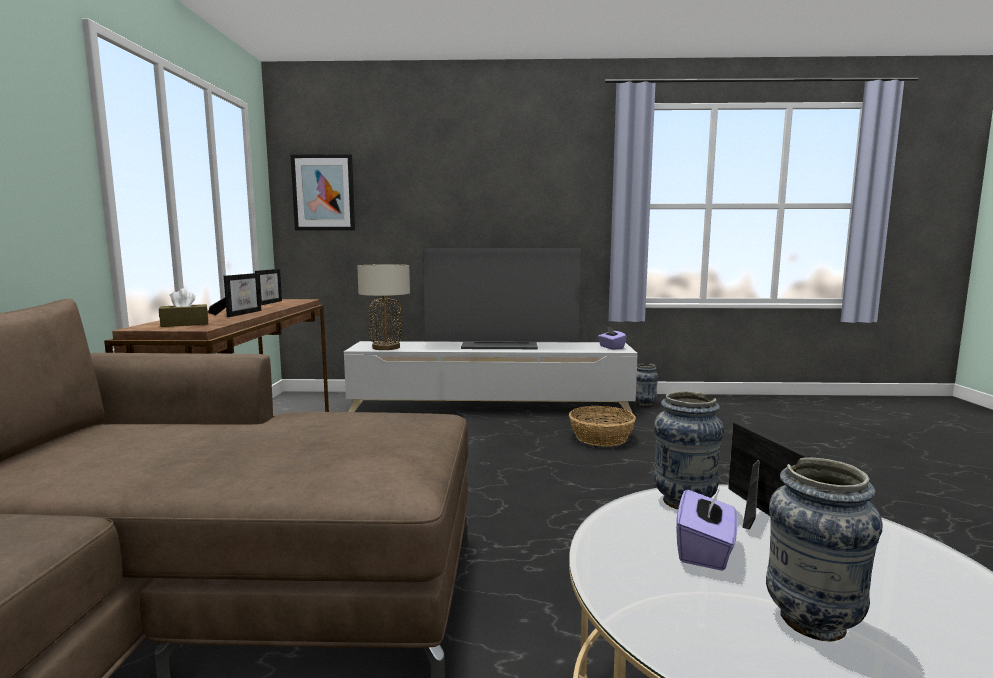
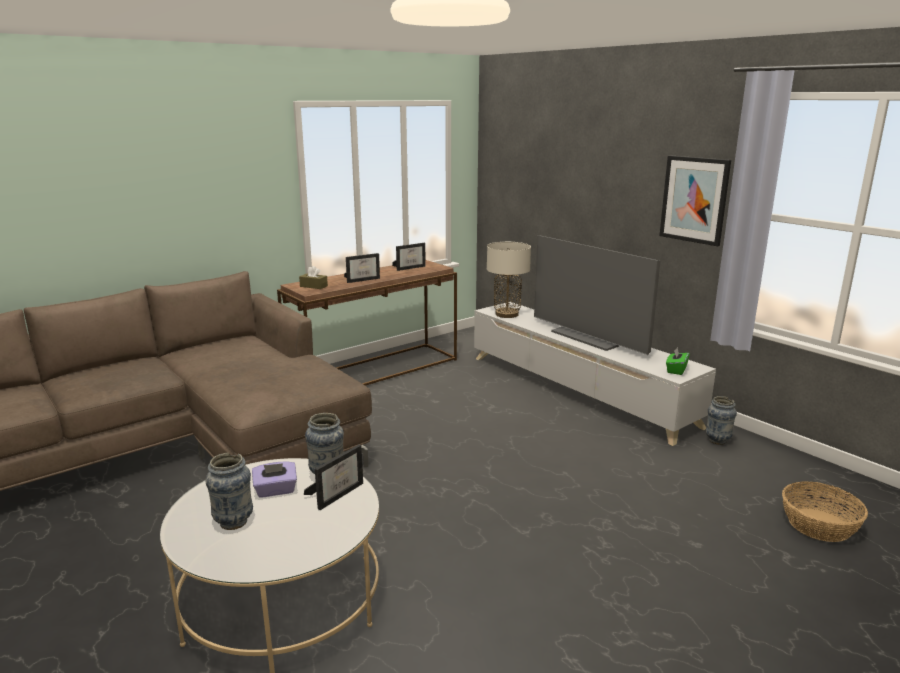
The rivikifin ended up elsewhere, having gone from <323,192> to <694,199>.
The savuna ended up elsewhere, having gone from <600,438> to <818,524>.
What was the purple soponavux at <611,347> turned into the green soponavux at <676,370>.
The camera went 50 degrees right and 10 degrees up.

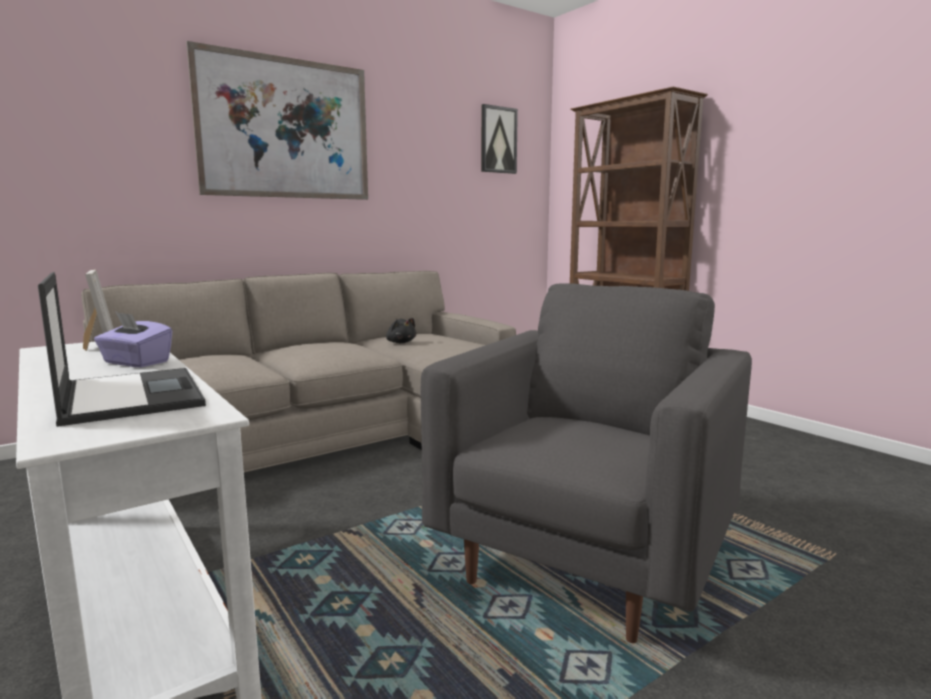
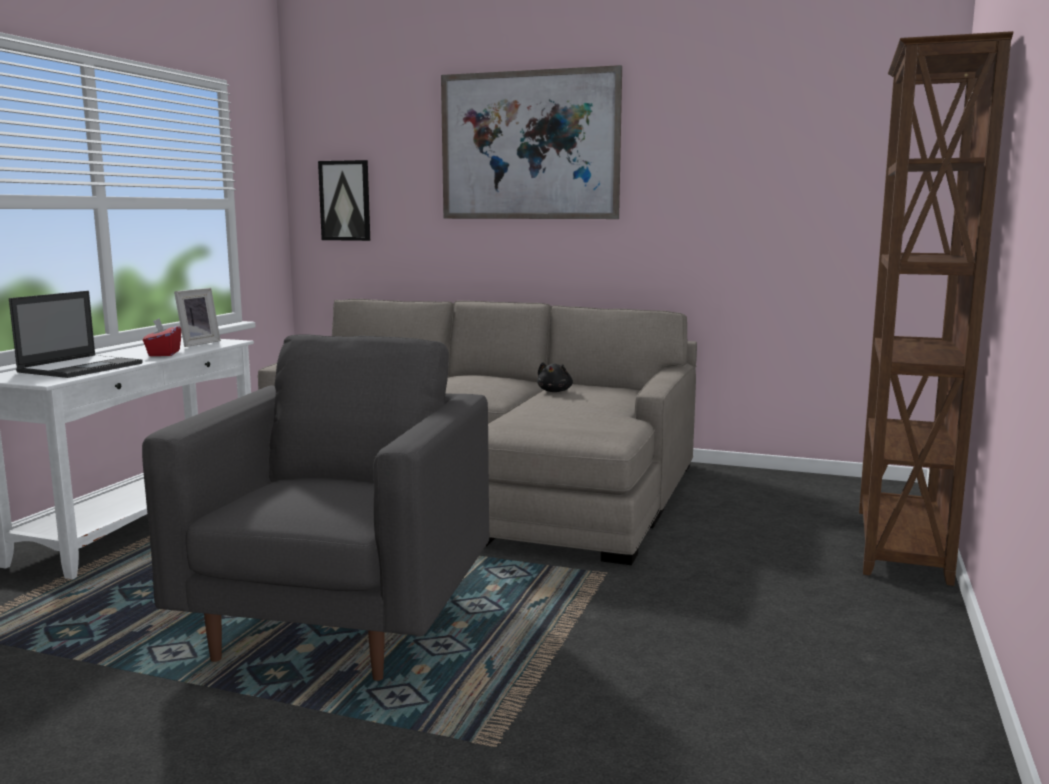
The rivikifin ended up elsewhere, having gone from <498,140> to <345,200>.
What was the purple soponavux at <136,363> turned into the red soponavux at <163,353>.
The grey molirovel at <585,560> ended up facing another way, 75 degrees counterclockwise from before.
The camera went 55 degrees right and 0 degrees up.

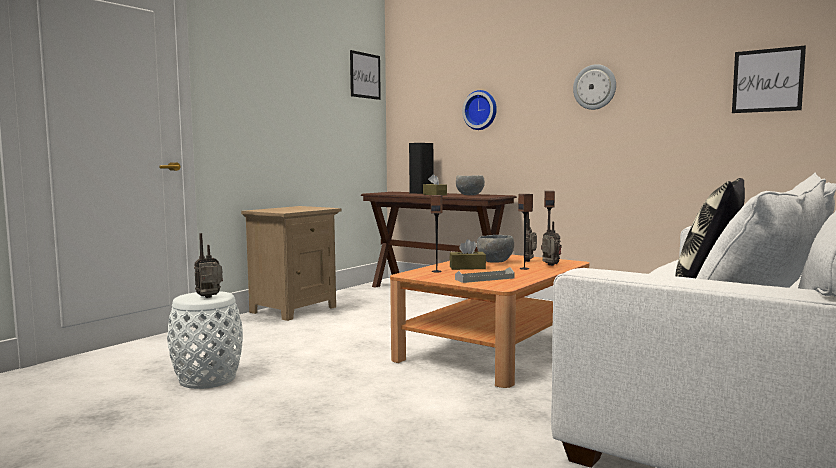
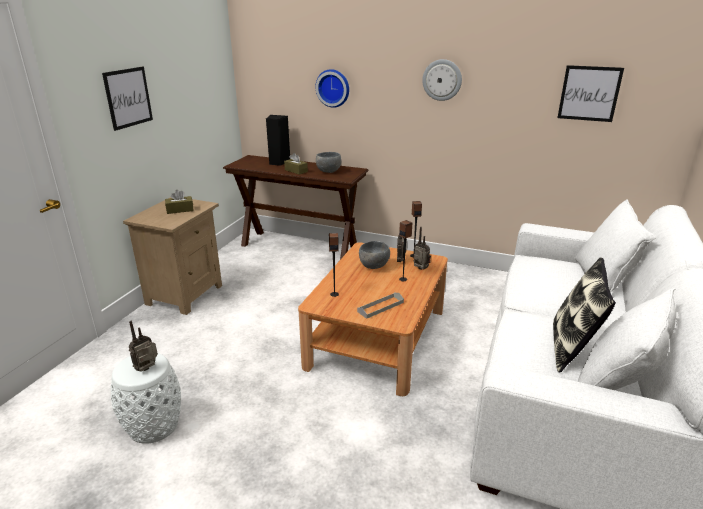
The rivikifin ended up elsewhere, having gone from <365,75> to <128,97>.
The brown soponavux ended up elsewhere, having gone from <467,267> to <180,210>.
The camera went 15 degrees left and 20 degrees up.

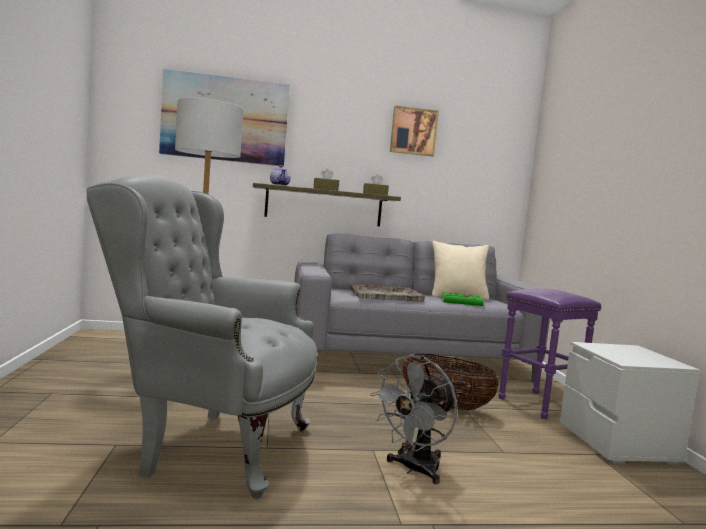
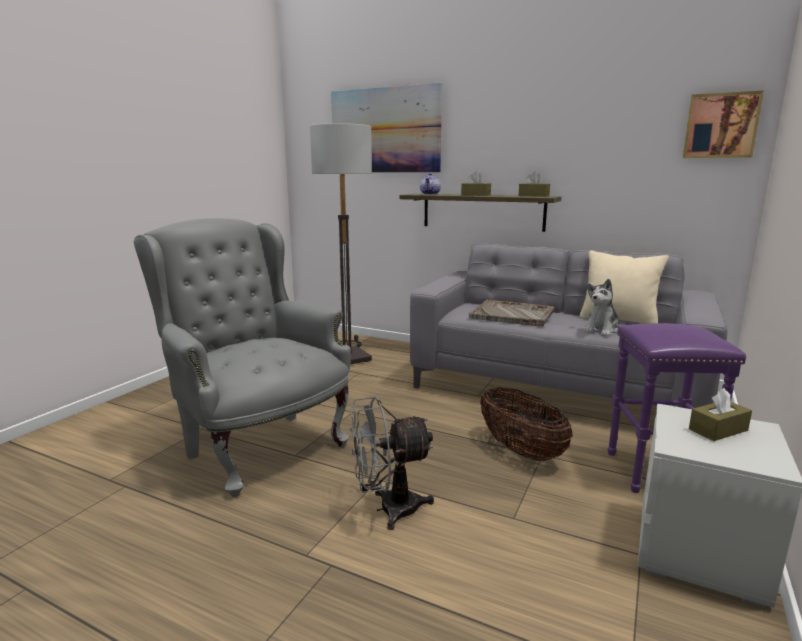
The second view gained the brown soponavux at <718,430>.
The rivikifin ended up elsewhere, having gone from <413,131> to <721,126>.
Where the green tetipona stood at <462,302>, the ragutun came to stand at <601,330>.
The camera went 35 degrees right and 10 degrees up.

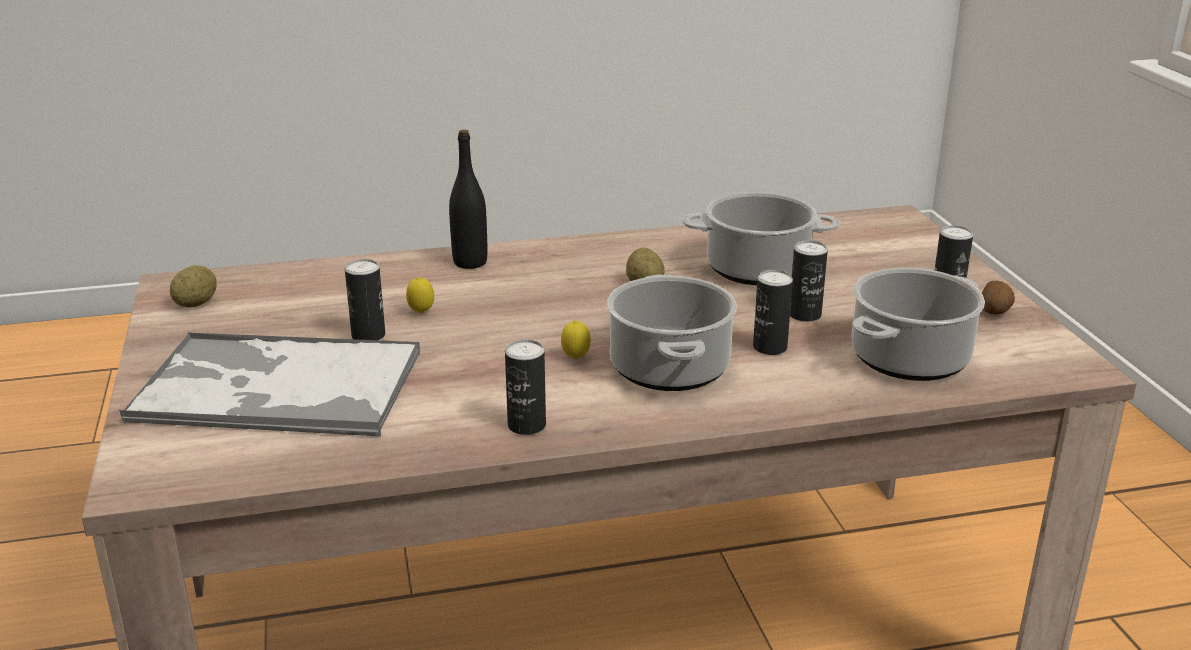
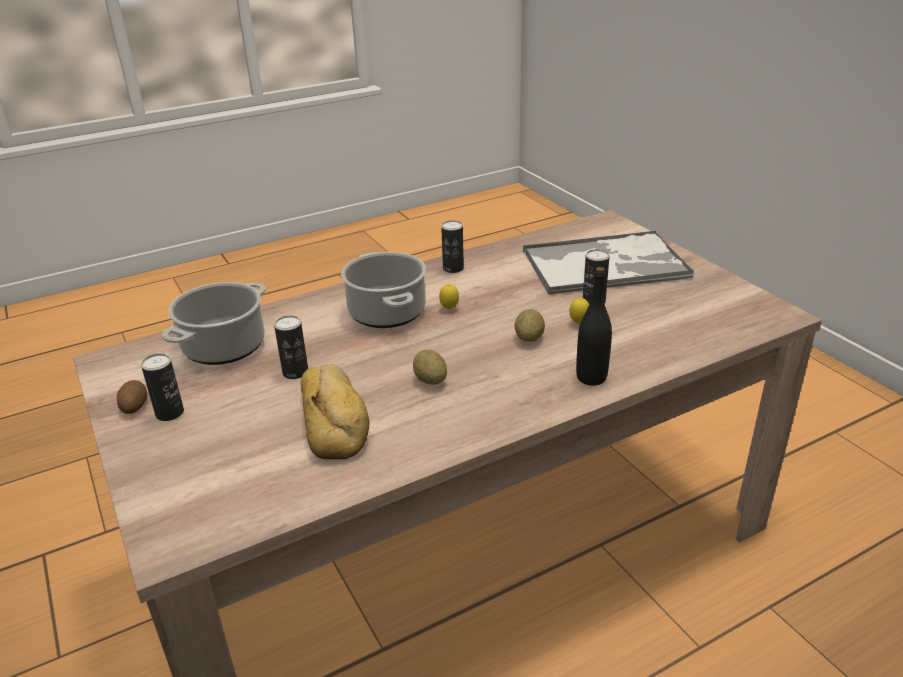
The second view lost the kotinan at <770,347>.
The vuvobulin ended up elsewhere, having gone from <196,303> to <529,338>.
Where the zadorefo stood at <758,269>, the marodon came to stand at <335,418>.
The camera went 165 degrees right and 5 degrees up.

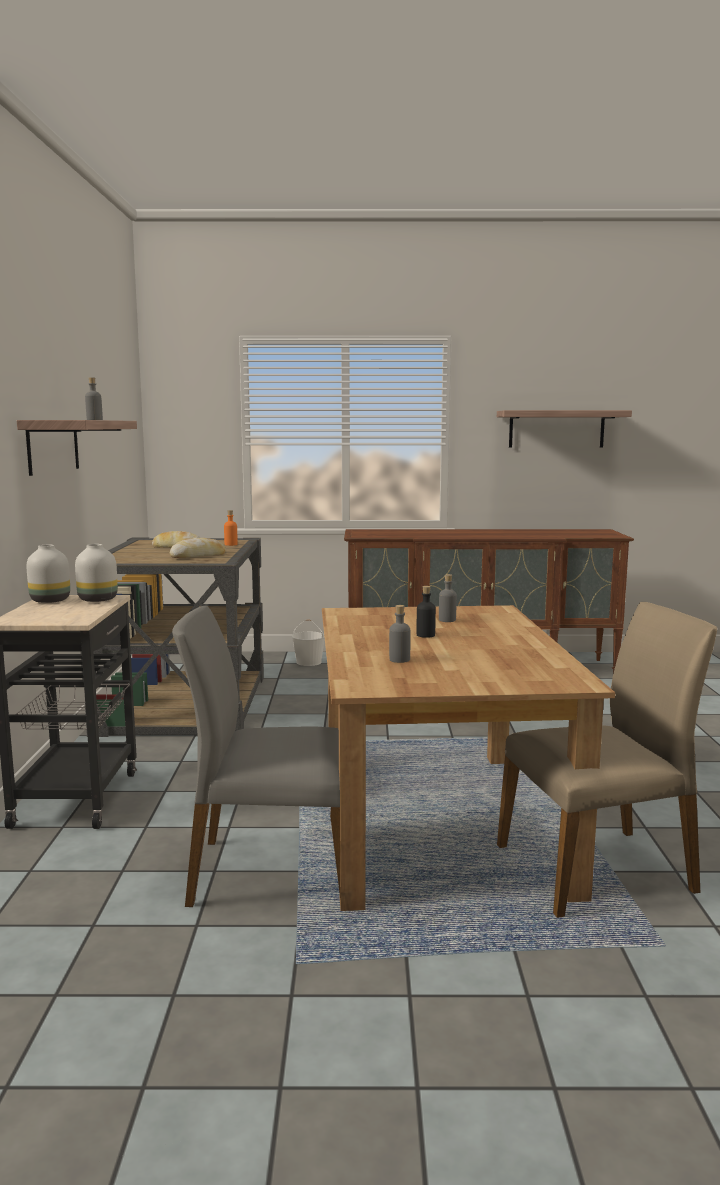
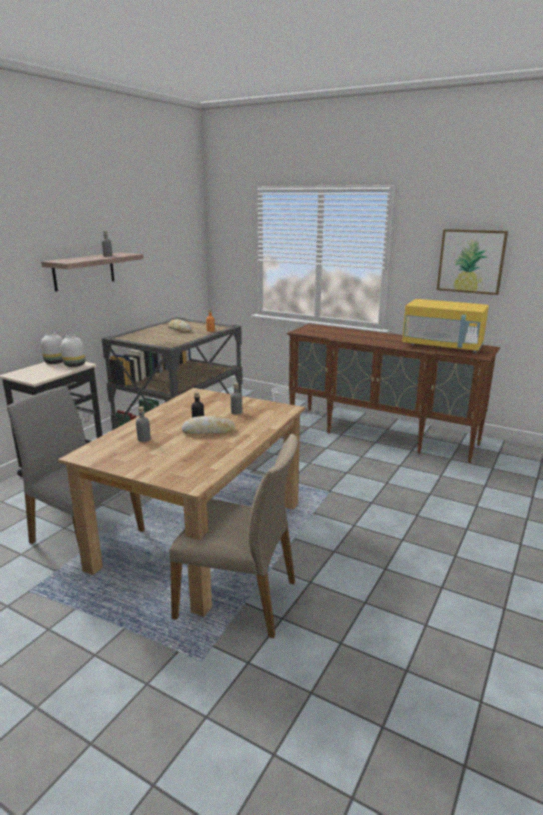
The second view gained the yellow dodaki at <442,346>.
The marodon ended up elsewhere, having gone from <198,556> to <208,431>.
Where the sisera hung at <556,429>, the rivikifin came to hang at <471,261>.
The camera went 30 degrees right and 10 degrees up.

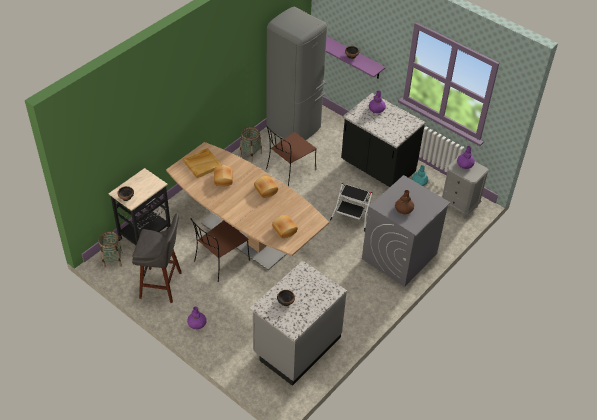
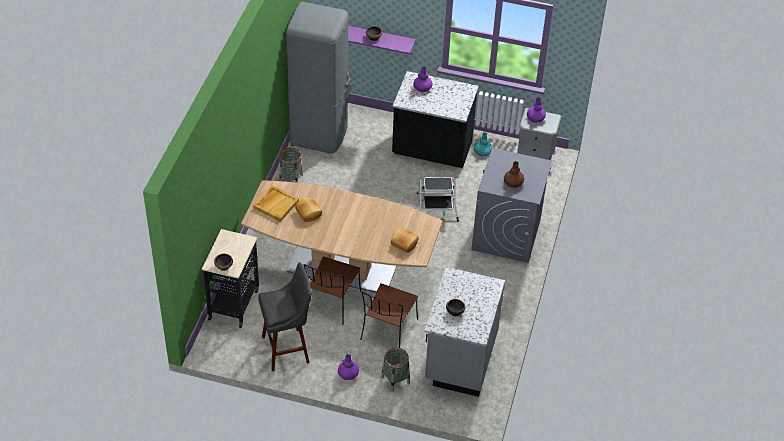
The second view lost the marodon at <265,190>.
The savuna ended up elsewhere, having gone from <112,260> to <395,380>.
The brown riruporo ended up elsewhere, having gone from <290,170> to <388,331>.
The camera went 25 degrees left and 0 degrees up.

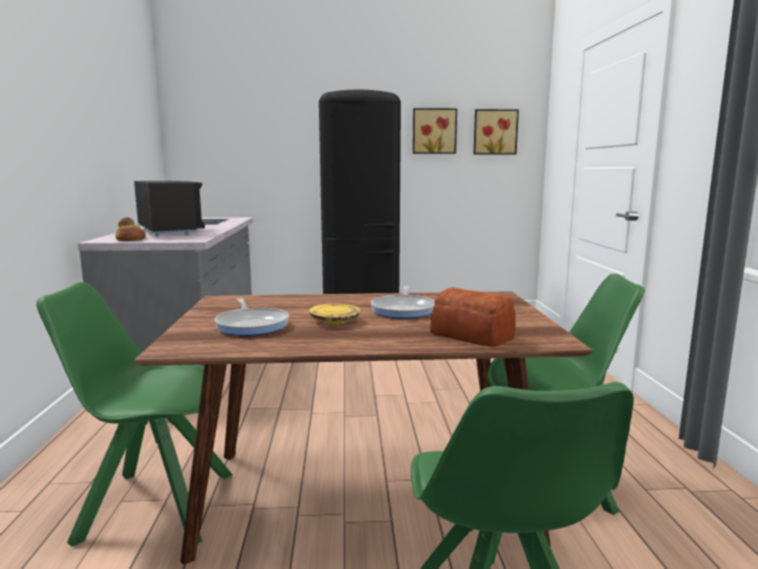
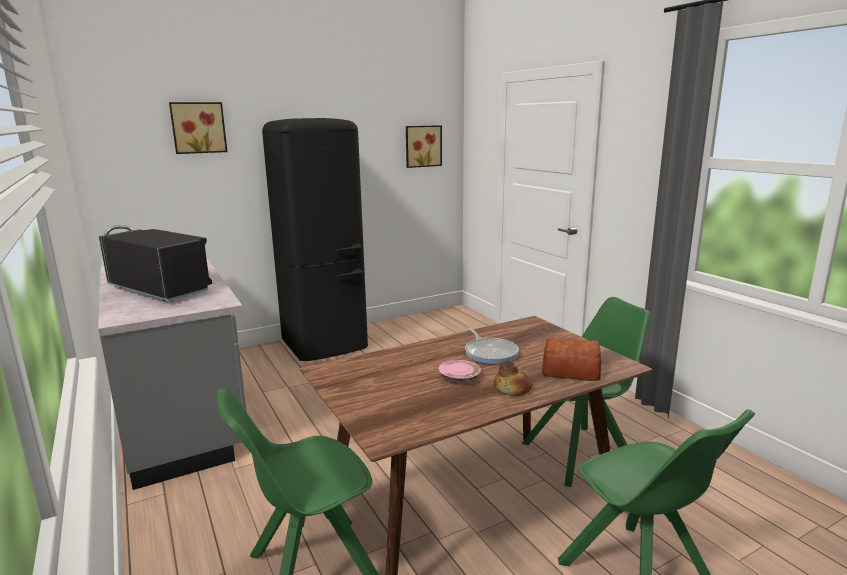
The second view lost the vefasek at <252,325>.
The marodon ended up elsewhere, having gone from <131,240> to <512,388>.
The rivikifin ended up elsewhere, having gone from <434,131> to <198,127>.
What was the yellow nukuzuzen at <335,321> turned into the pink nukuzuzen at <459,377>.
The camera went 25 degrees left and 5 degrees up.

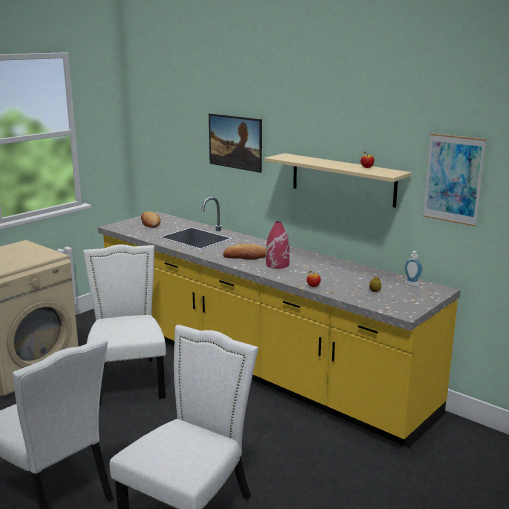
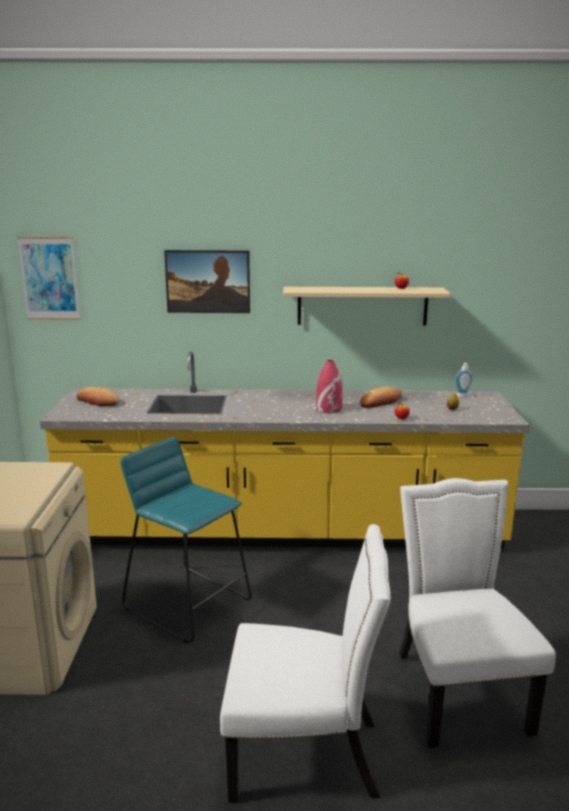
The marodon ended up elsewhere, having gone from <245,256> to <380,402>.
The rivikifin ended up elsewhere, having gone from <453,179> to <49,278>.
Where the white riruporo stood at <128,382>, the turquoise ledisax came to stand at <188,603>.
The camera went 40 degrees left and 0 degrees up.

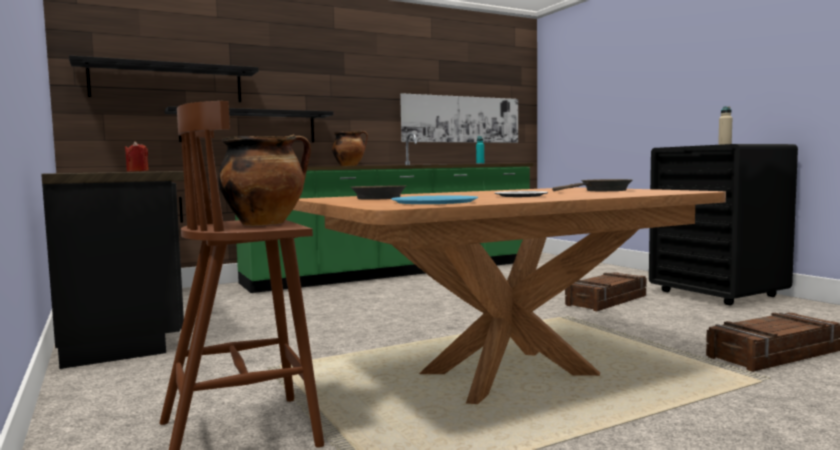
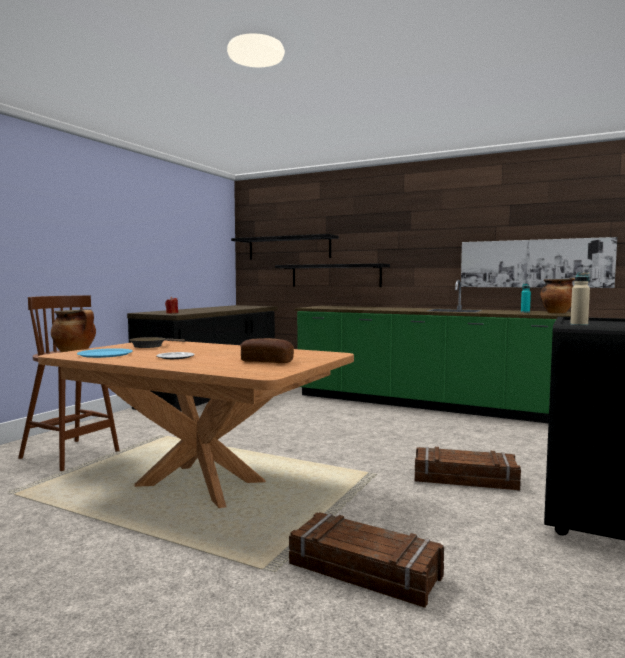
The zadorefo ended up elsewhere, having gone from <349,166> to <558,313>.
Where the brown vefasek stood at <602,190>, the marodon came to stand at <267,361>.
The camera went 55 degrees right and 0 degrees up.

